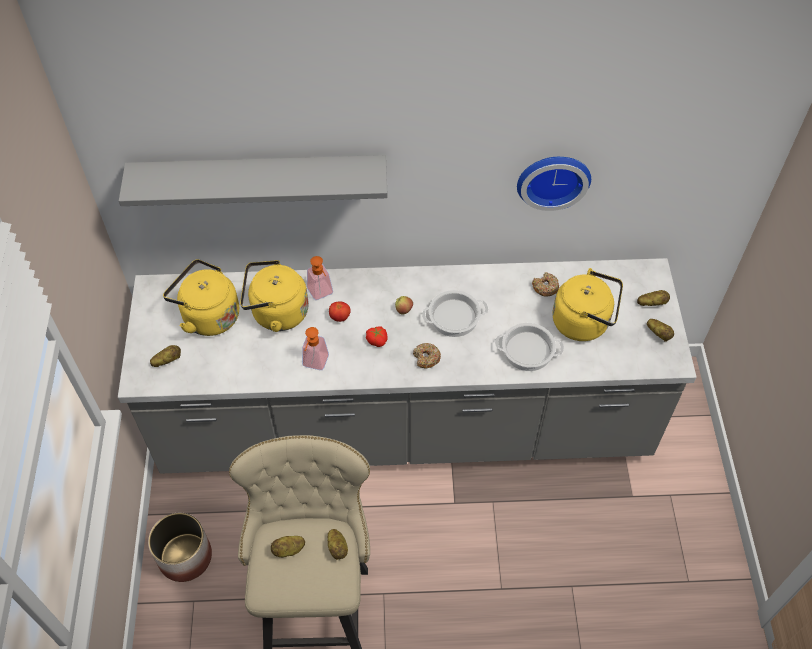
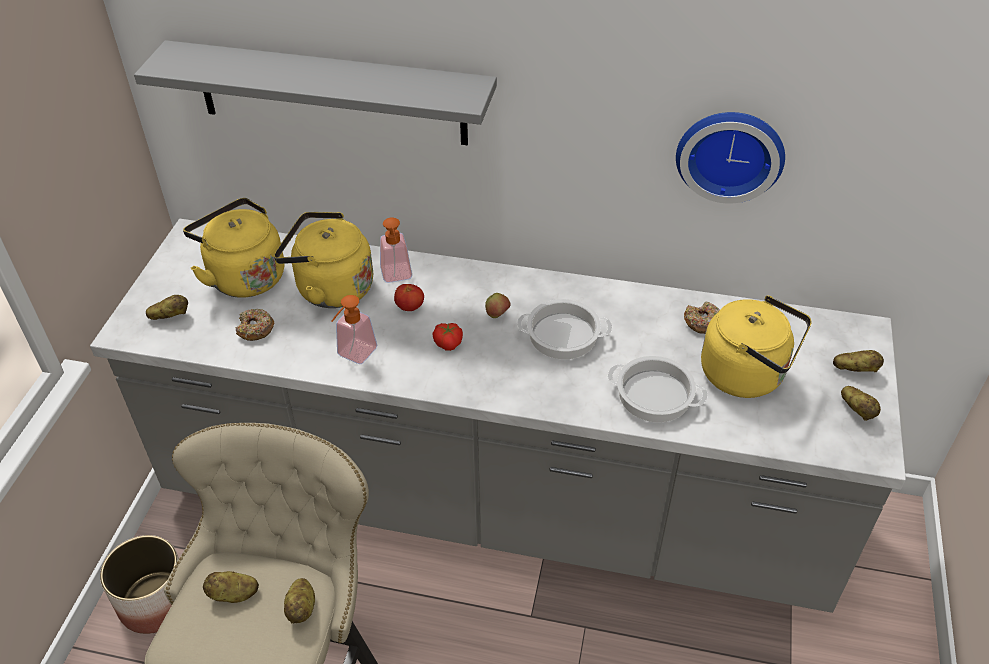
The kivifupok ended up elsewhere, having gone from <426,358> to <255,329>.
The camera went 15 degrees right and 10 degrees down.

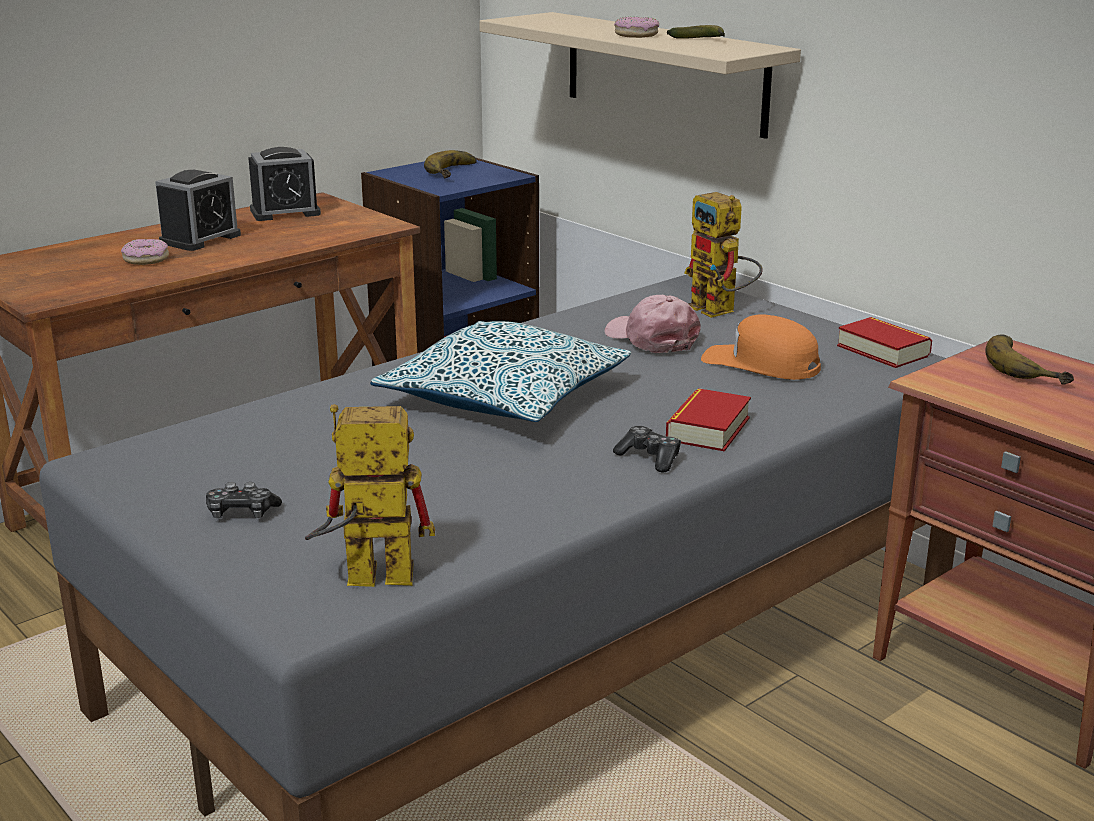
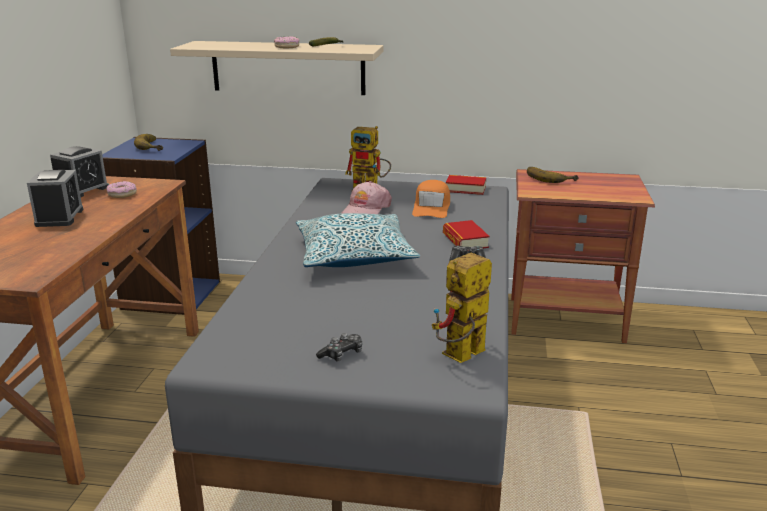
The kivifupok ended up elsewhere, having gone from <146,259> to <122,194>.
The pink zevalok at <652,338> ended up facing another way, 75 degrees counterclockwise from before.
The orange zevalok at <761,364> ended up facing another way, 75 degrees counterclockwise from before.
The camera went 40 degrees left and 0 degrees up.

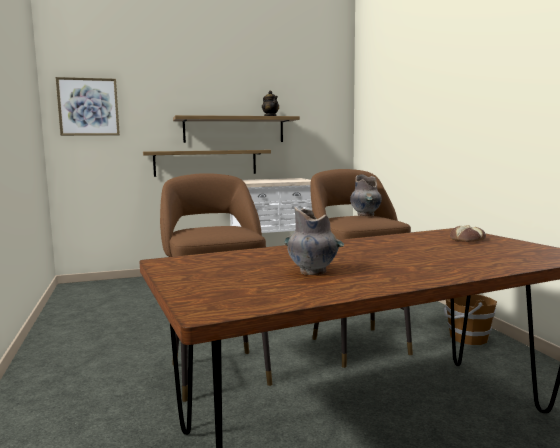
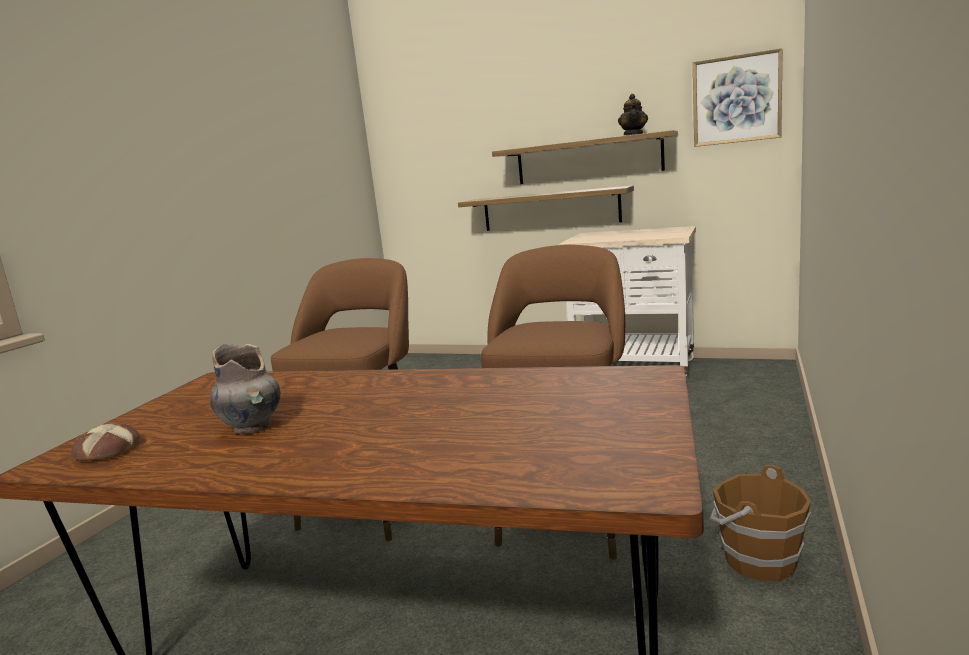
The second view lost the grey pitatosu at <365,215>.
The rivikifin ended up elsewhere, having gone from <88,107> to <736,99>.
The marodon ended up elsewhere, having gone from <468,239> to <107,451>.
The camera went 40 degrees right and 5 degrees up.

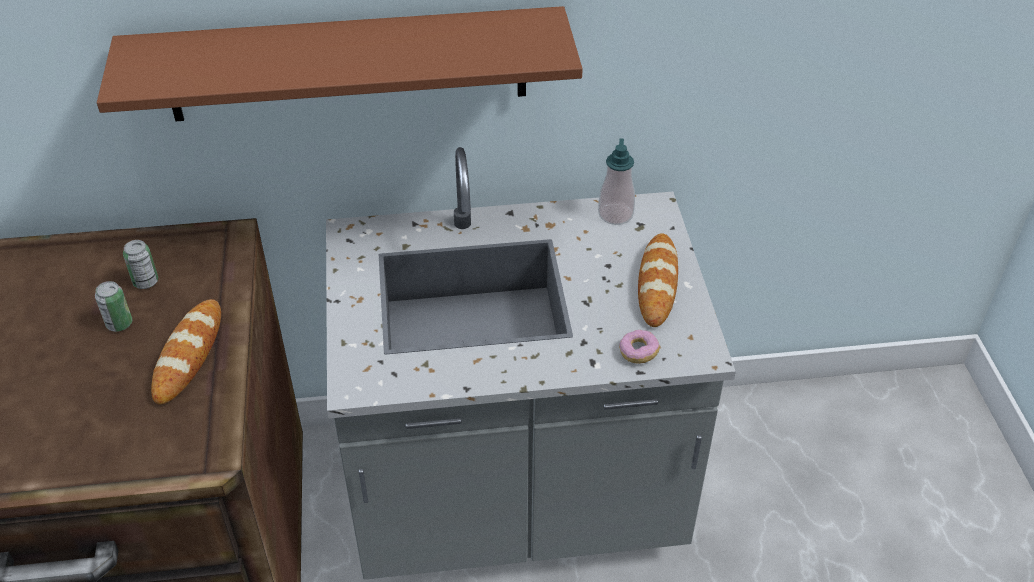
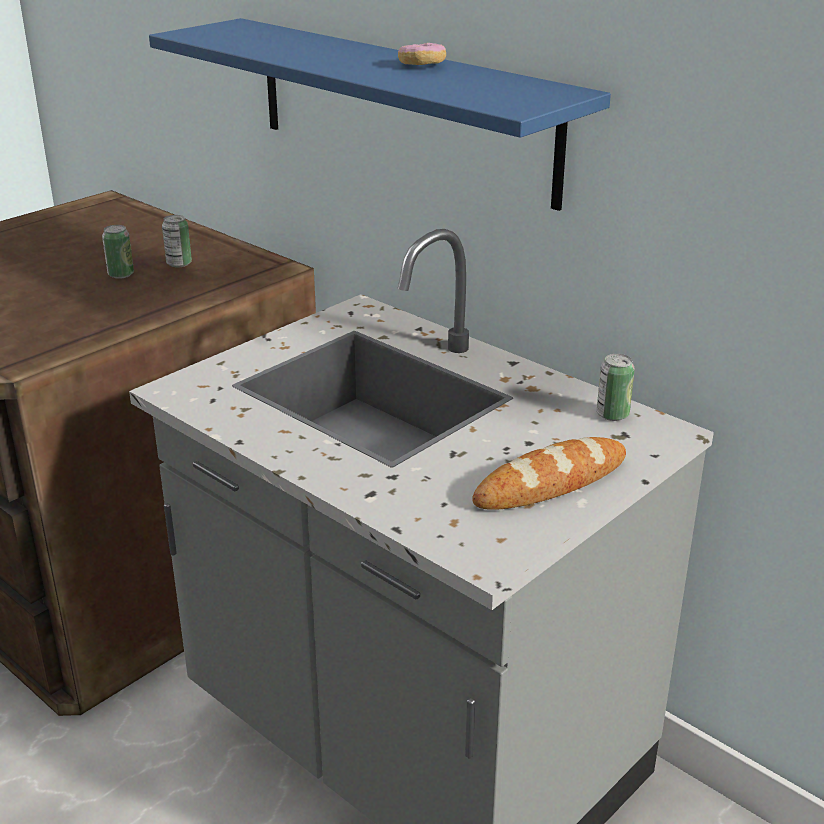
The second view lost the marodon at <189,354>.
The kivifupok ended up elsewhere, having gone from <638,353> to <422,65>.
Where the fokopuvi stood at <615,214>, the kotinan came to stand at <612,415>.
What was the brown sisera at <347,64> turned into the blue sisera at <401,108>.
The camera went 50 degrees right and 15 degrees down.

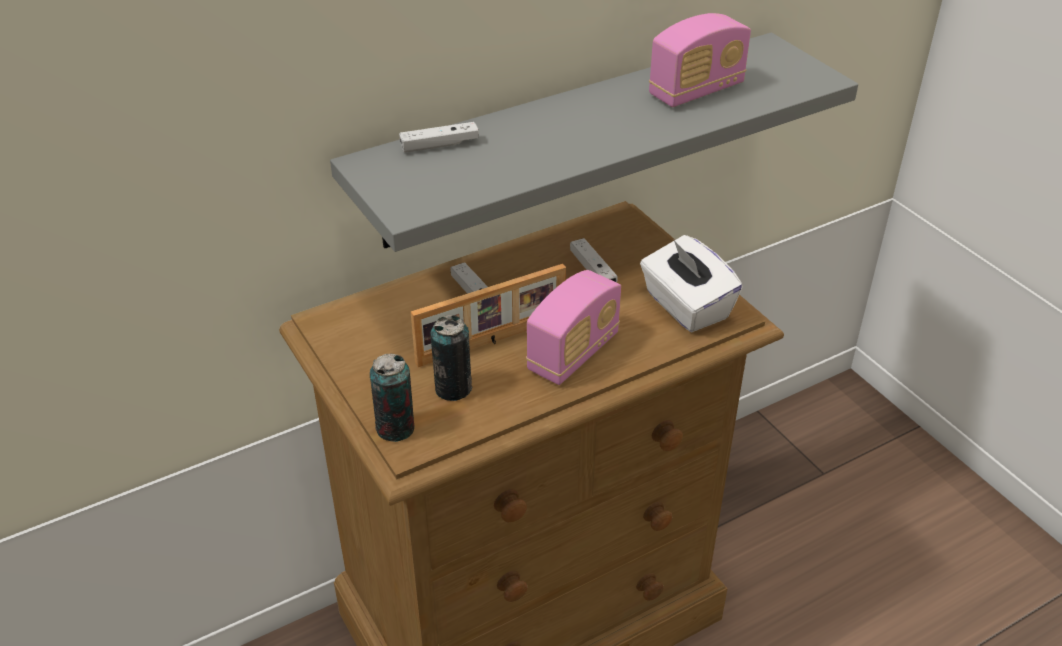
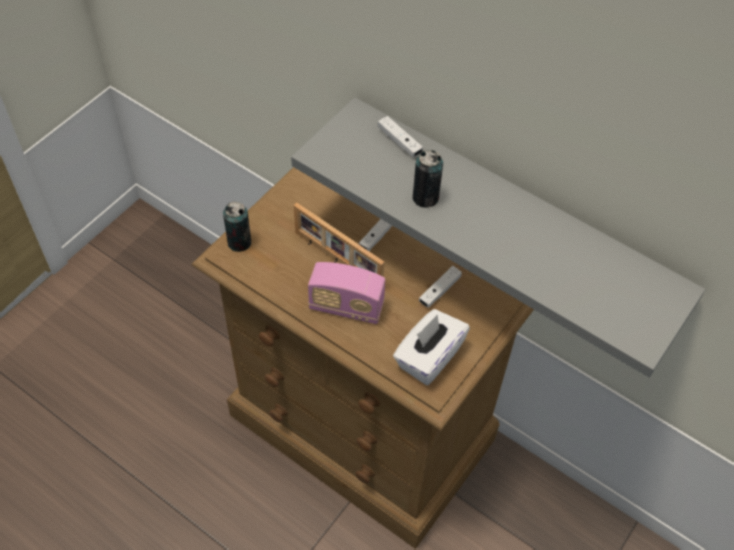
The second view lost the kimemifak at <696,91>.
The kotinan ended up elsewhere, having gone from <453,388> to <425,198>.
The camera went 65 degrees right and 15 degrees up.

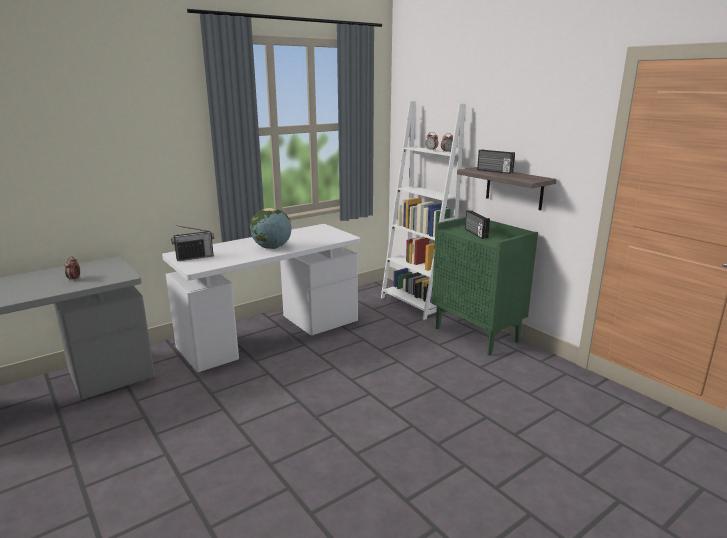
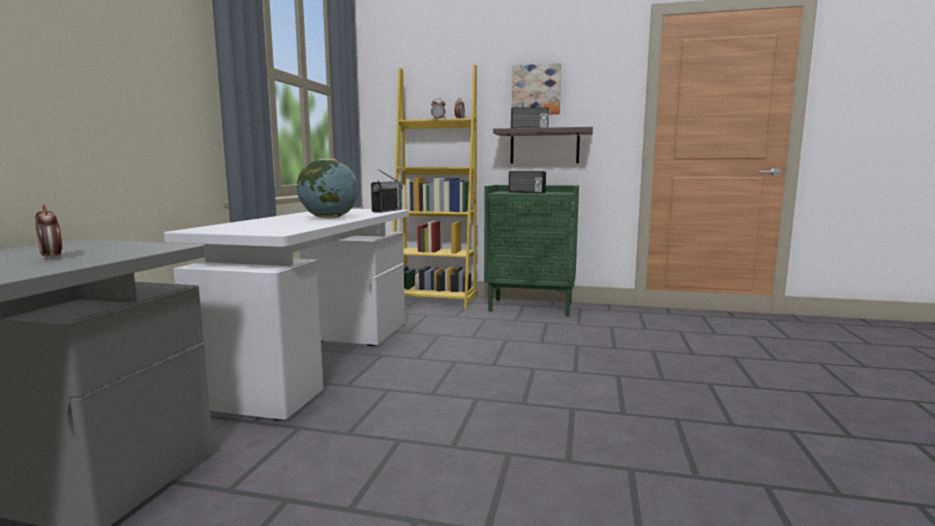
The second view gained the rivikifin at <536,90>.
The kimemifak ended up elsewhere, having gone from <195,257> to <387,211>.
What was the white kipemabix at <415,303> turned into the yellow kipemabix at <434,301>.
The camera went 40 degrees left and 10 degrees down.

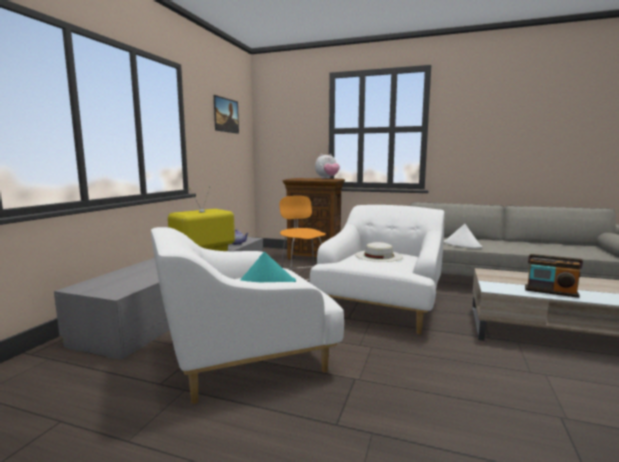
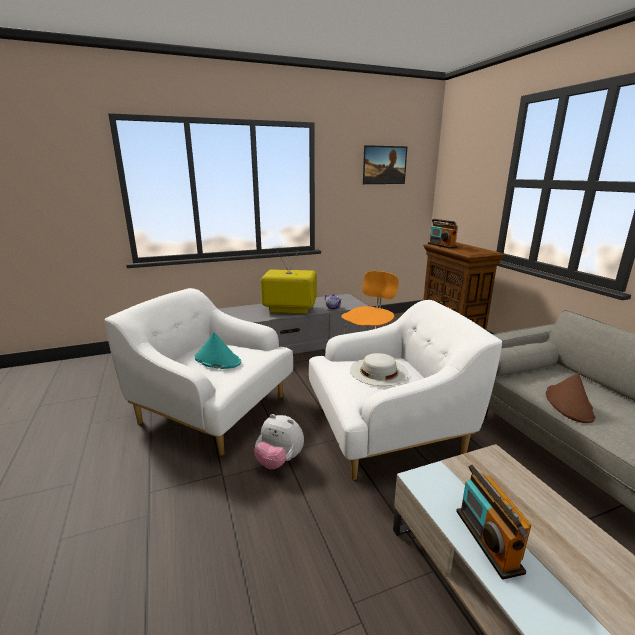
The second view gained the kimemifak at <442,245>.
The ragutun ended up elsewhere, having gone from <327,178> to <279,461>.
What was the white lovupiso at <462,245> turned into the brown lovupiso at <569,404>.
The camera went 50 degrees right and 10 degrees up.

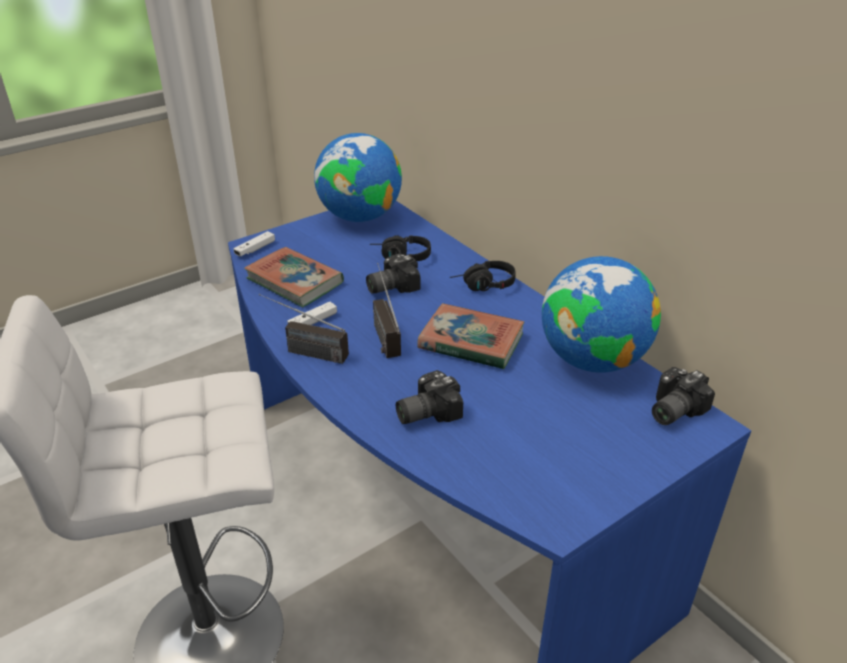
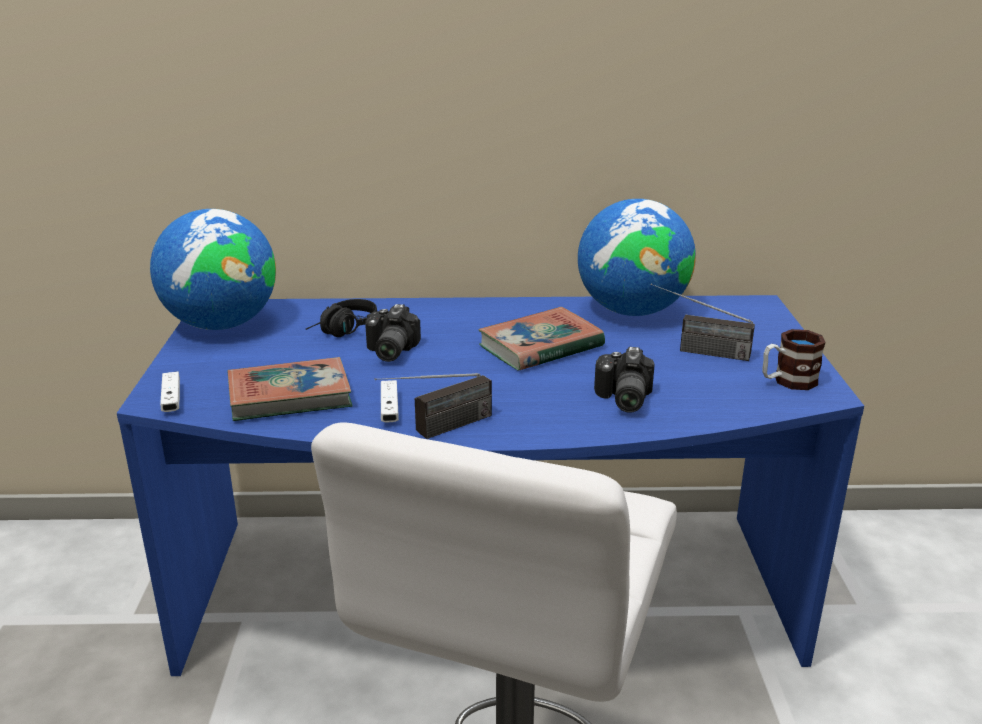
The second view lost the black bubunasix at <483,286>.
The second view lost the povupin at <671,409>.
The second view gained the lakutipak at <787,381>.
The kimemifak ended up elsewhere, having gone from <381,331> to <696,350>.
The camera went 55 degrees left and 10 degrees down.

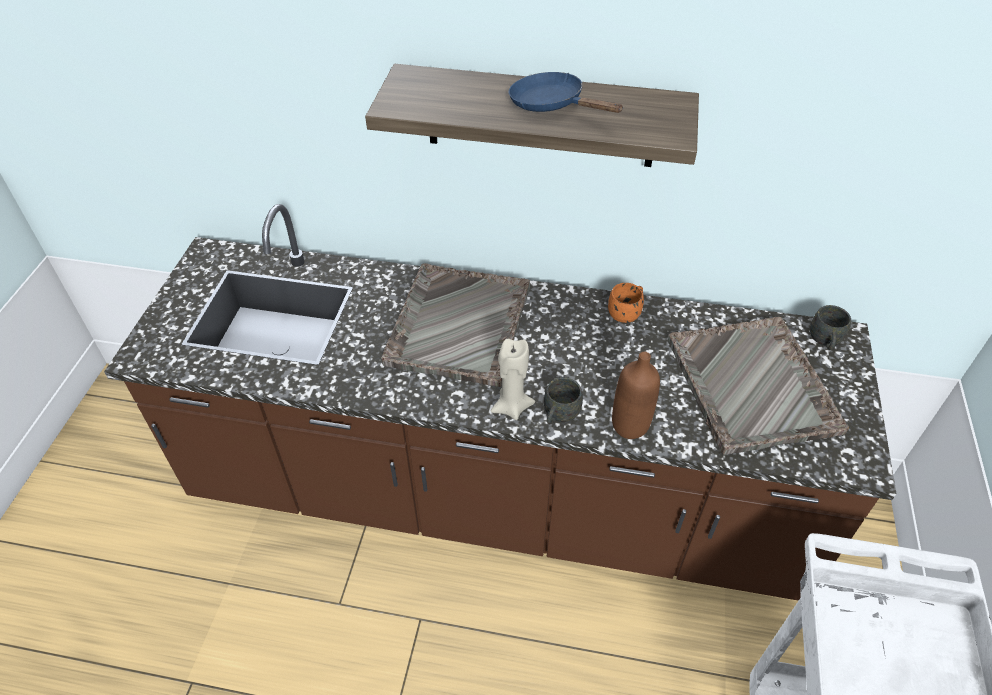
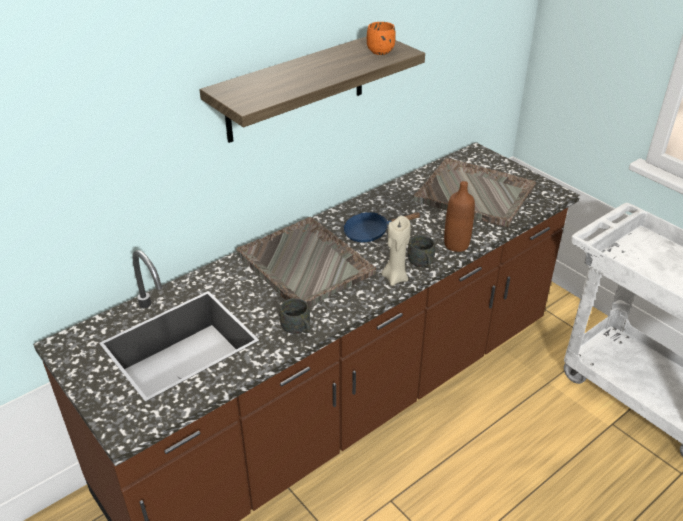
The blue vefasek ended up elsewhere, having gone from <552,105> to <371,232>.
The orange lakutipak ended up elsewhere, having gone from <626,312> to <379,50>.
The grey lakutipak ended up elsewhere, having gone from <824,342> to <298,330>.
The camera went 50 degrees left and 10 degrees down.

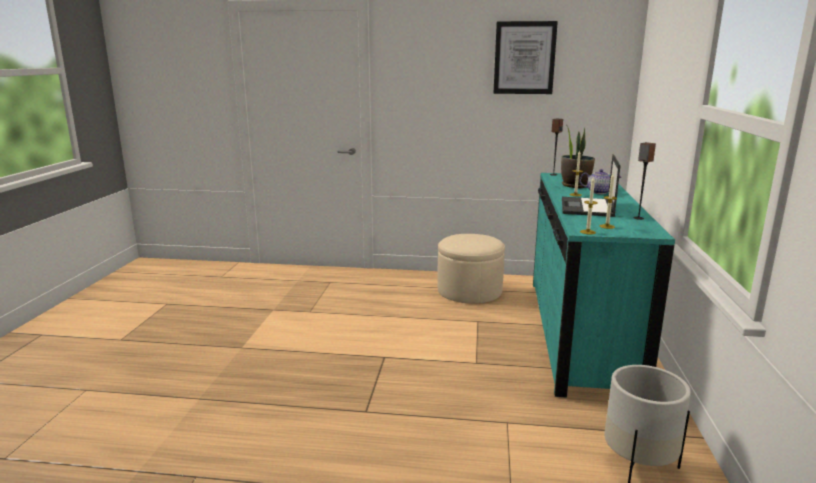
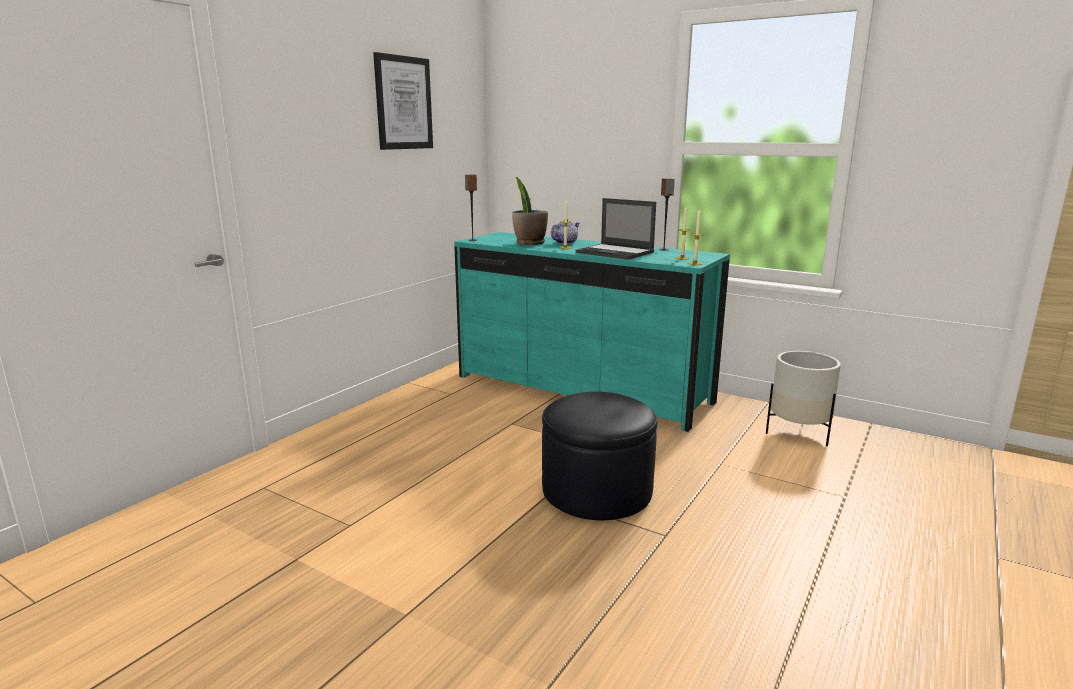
The second view lost the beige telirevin at <469,290>.
The second view gained the black telirevin at <597,490>.
The camera went 65 degrees left and 0 degrees up.

